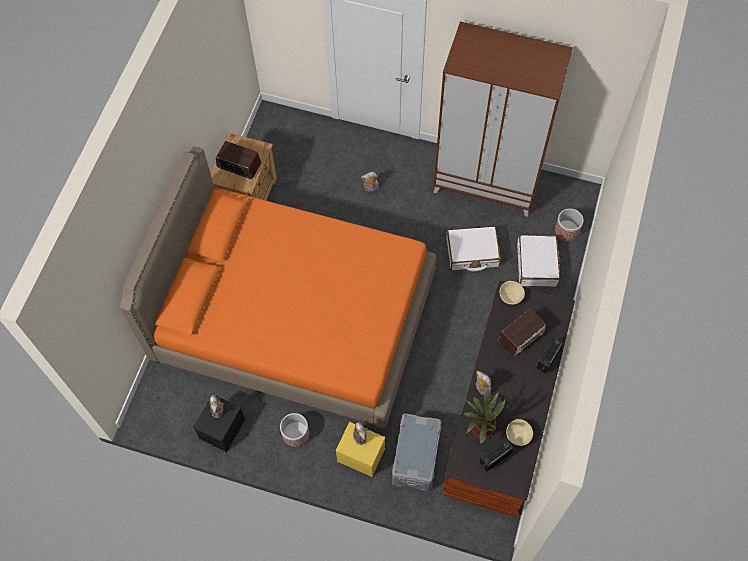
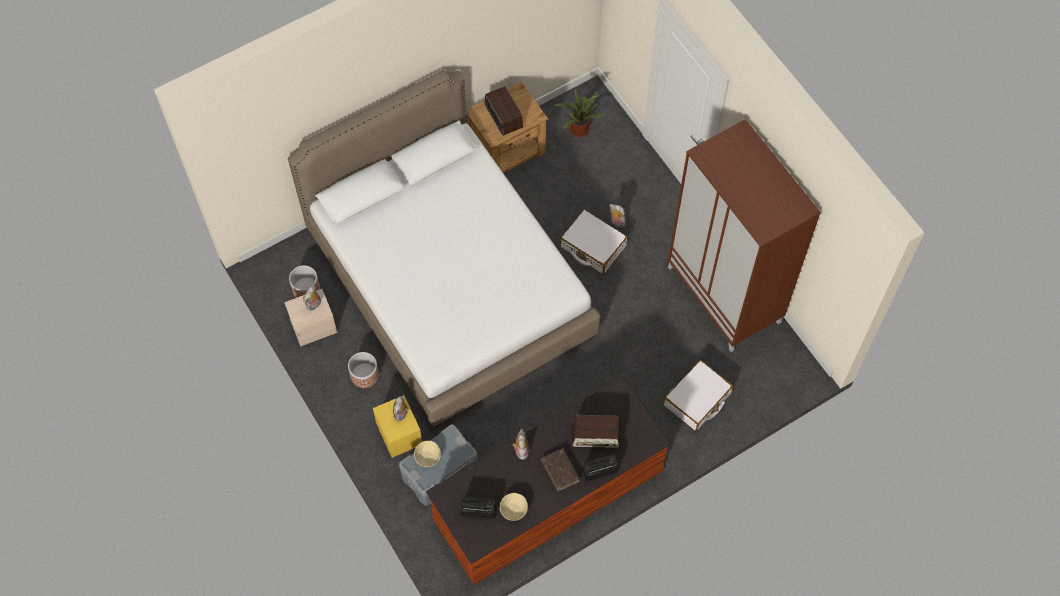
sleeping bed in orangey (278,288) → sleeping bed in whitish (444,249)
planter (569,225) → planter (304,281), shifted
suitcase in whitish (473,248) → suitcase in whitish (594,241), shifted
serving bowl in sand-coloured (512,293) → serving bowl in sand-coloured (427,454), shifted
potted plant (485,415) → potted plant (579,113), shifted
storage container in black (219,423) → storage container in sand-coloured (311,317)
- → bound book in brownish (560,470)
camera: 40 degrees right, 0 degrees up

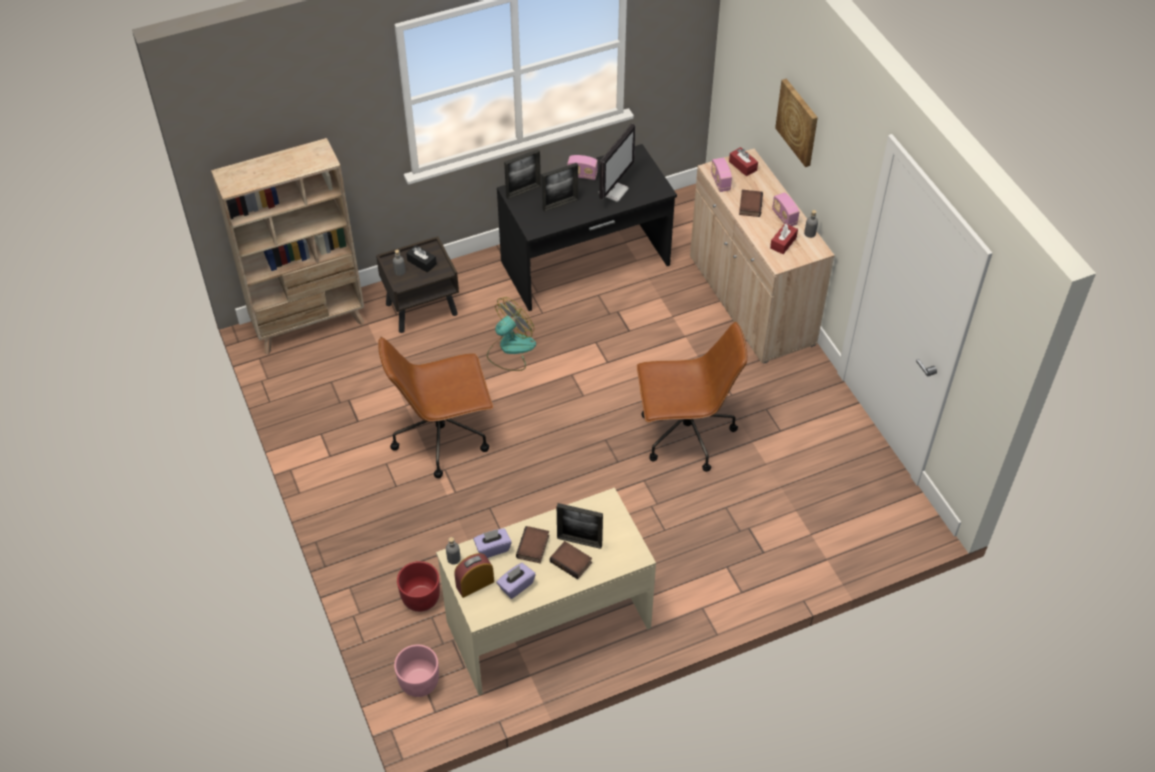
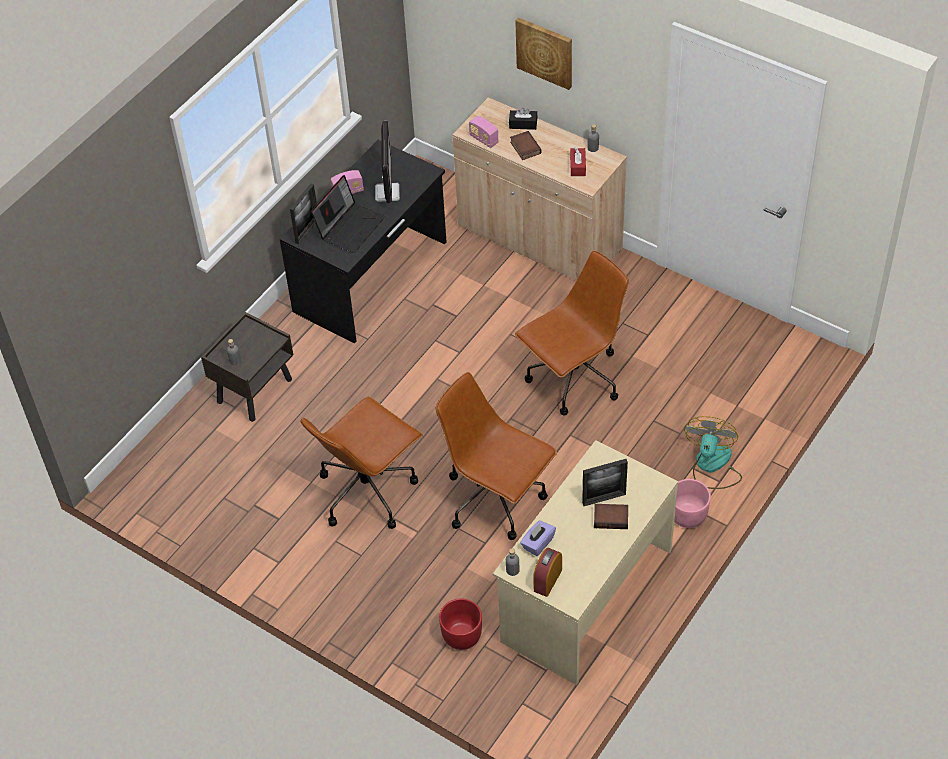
bookcase in sand-coloured (288,246) → -
tissue holder in red (743,161) → -
picture frame (560,187) → portable computer (348,214)
radio set (786,209) → -
tissue holder in black (421,259) → tissue holder in black (523,119), shifted
cooling fan (511,334) → cooling fan (713,452), shifted
bound book (532,544) → -
tissue holder in purple-coloured (516,581) → -
planter in pinkish (416,671) → planter in pinkish (692,503), shifted
- → office chair in brownish (496,456)
camera: 30 degrees left, 0 degrees up

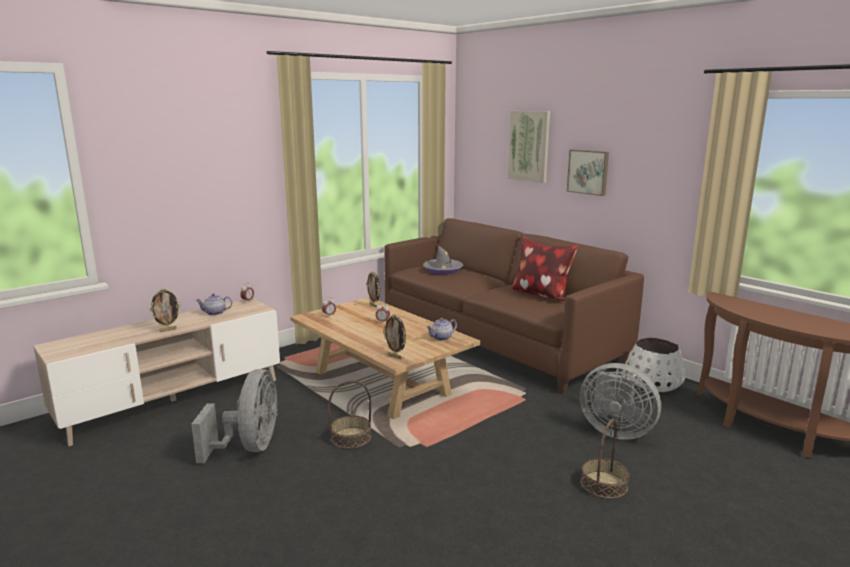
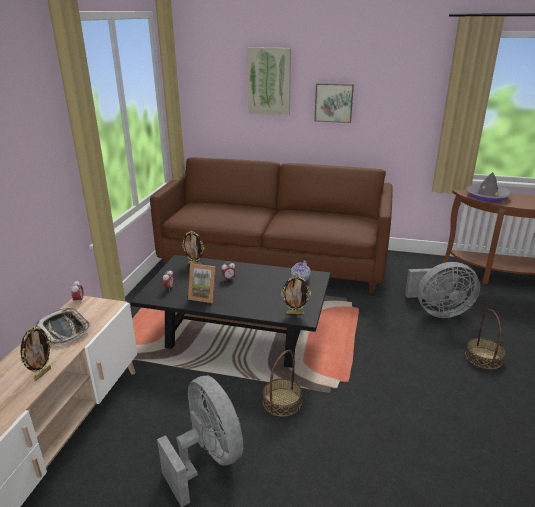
cushion (544,269) → -
wearable hat in grey (443,259) → wearable hat in grey (488,187), shifted
teapot (214,304) → serving tray (63,326)
lounge table in sand-coloured (385,358) → lounge table in black (231,311)
planter in whitish (654,365) → -
- → picture frame (202,283)
camera: 35 degrees left, 10 degrees up

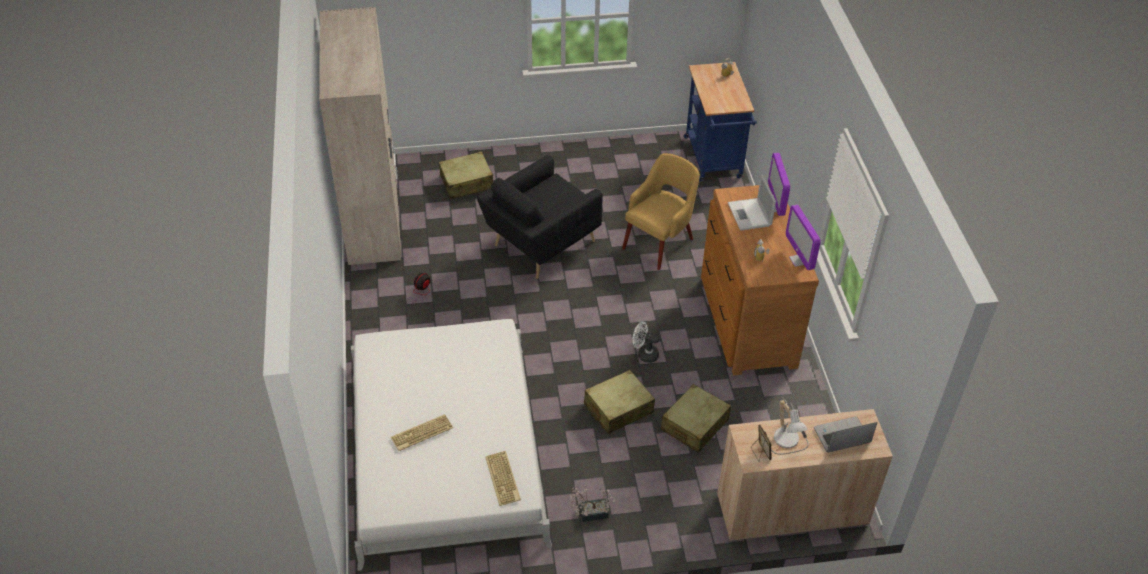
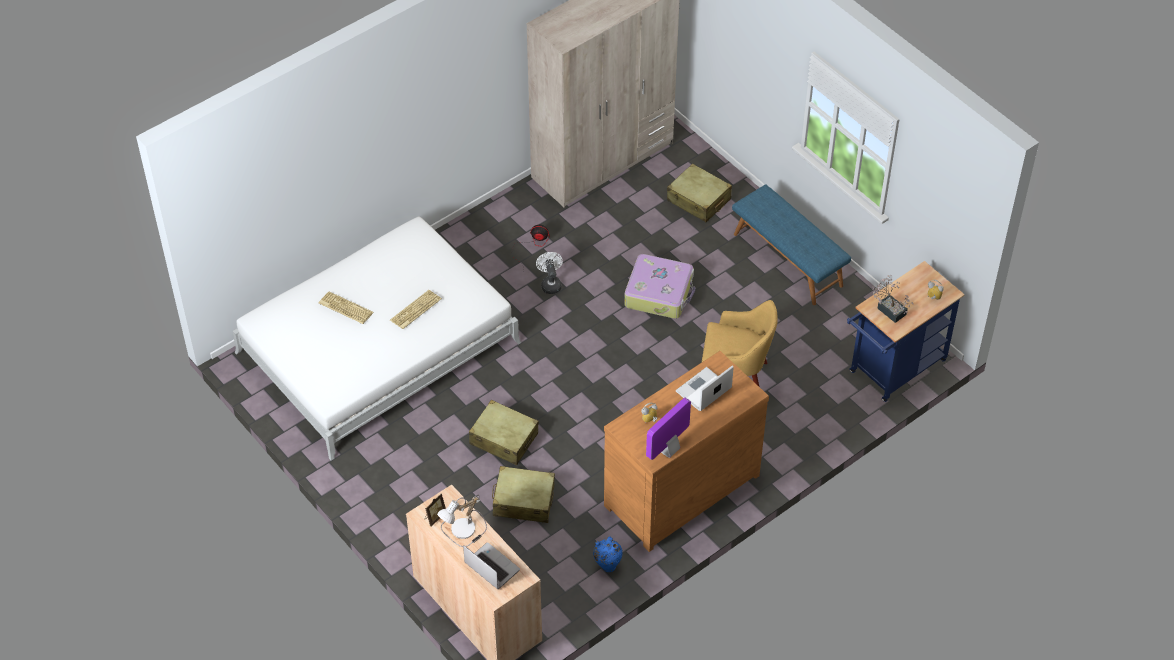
computer display (779,184) → -
lounge chair in black (540,217) → suitcase (659,286)
cooling fan in whitish (645,342) → cooling fan in whitish (549,273), shifted
computer keyboard (503,478) → computer keyboard (416,309), shifted
potted plant (592,503) → potted plant (893,299), shifted
- → bench in bluish (791,245)
- → flower vase in bluish (608,554)
camera: 60 degrees right, 5 degrees up

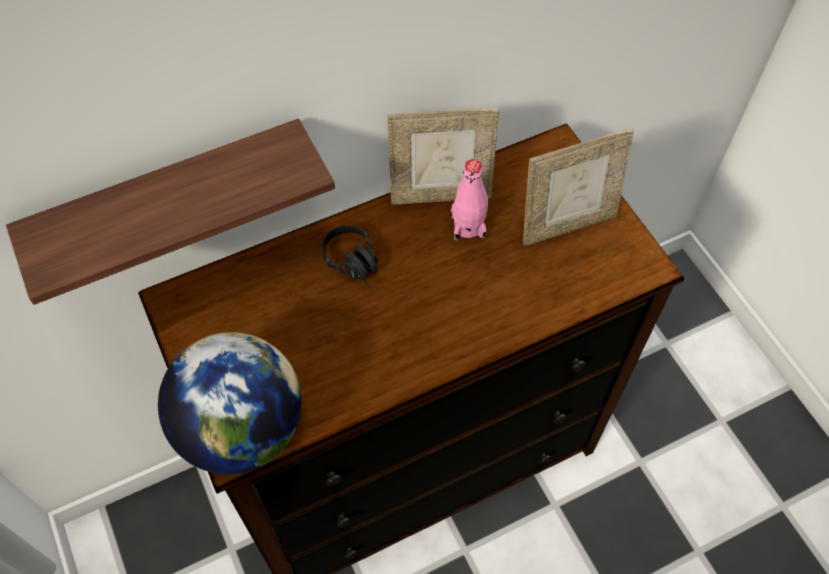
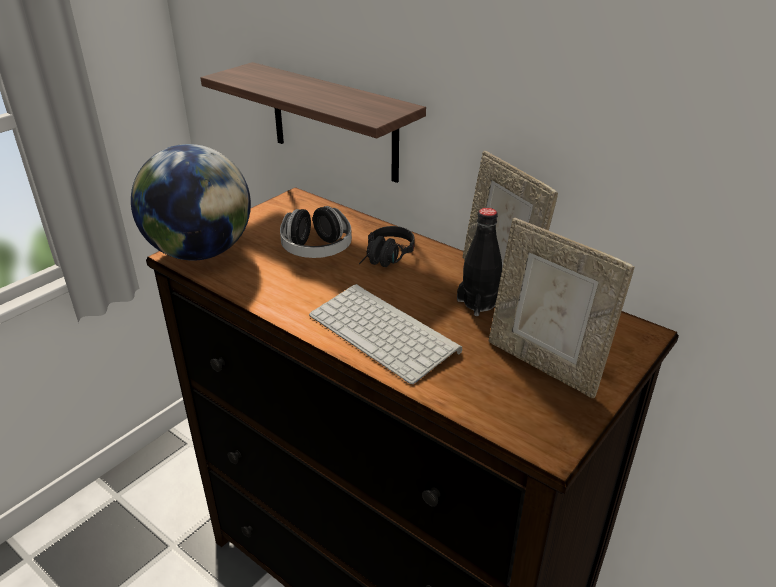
drink bottle in pinkish (469,199) → drink bottle in black (479,262)
- → headphones (316,232)
- → computer keyboard (386,334)
camera: 65 degrees right, 25 degrees down

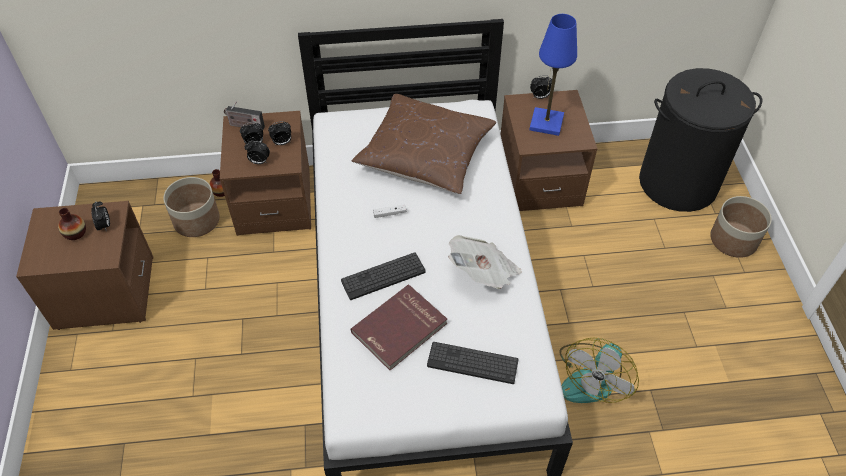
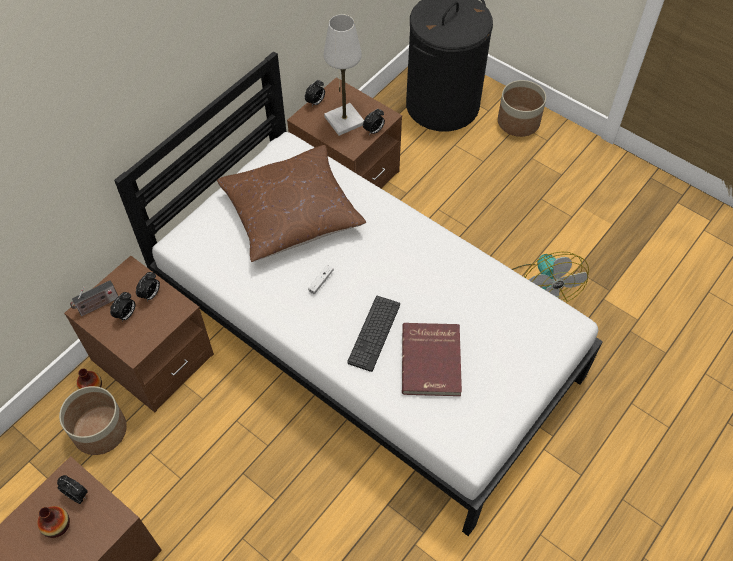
lamp for a table in bluish (553,75) → lamp for a table in whitish (344,75)
bedside clock (257,152) → bedside clock (374,122), shifted
daily paper (485,262) → -
computer keyboard (473,363) → -
camera: 45 degrees left, 5 degrees up

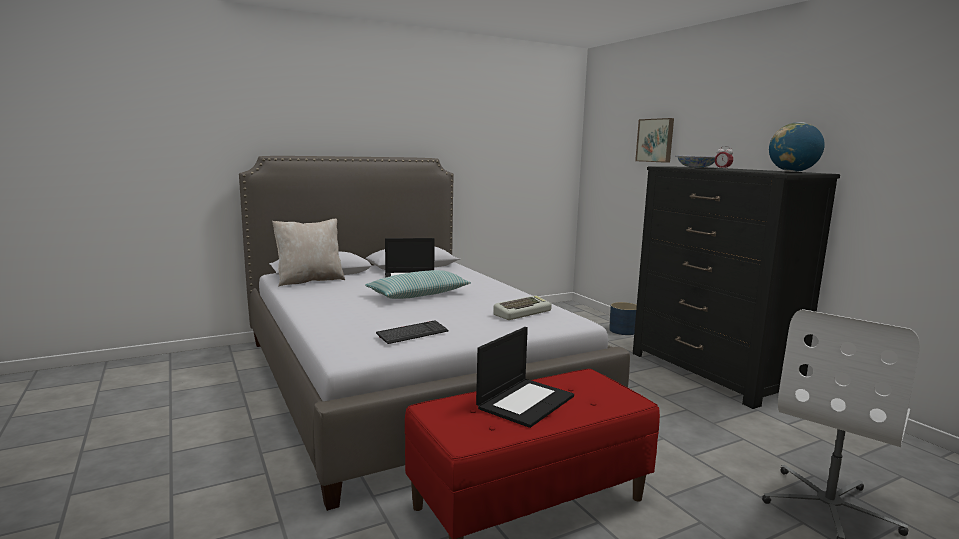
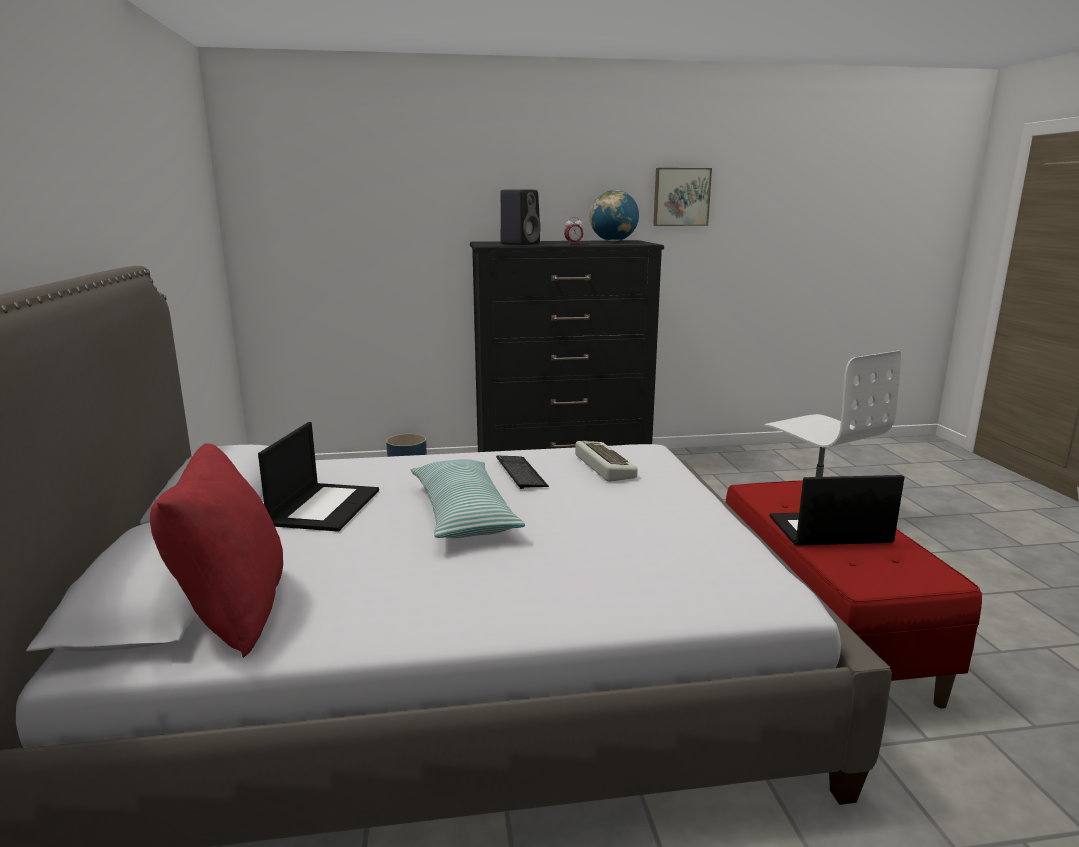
picture (654,140) → picture (682,197), shifted
serving bowl (695,162) → loudspeaker in black (520,217)
cushion in sand-coloured (308,253) → cushion in red (216,551)
computer keyboard (412,332) → computer keyboard (522,472), shifted
portable computer (525,377) → portable computer (837,510), 60 degrees counterclockwise
camera: 70 degrees left, 5 degrees up

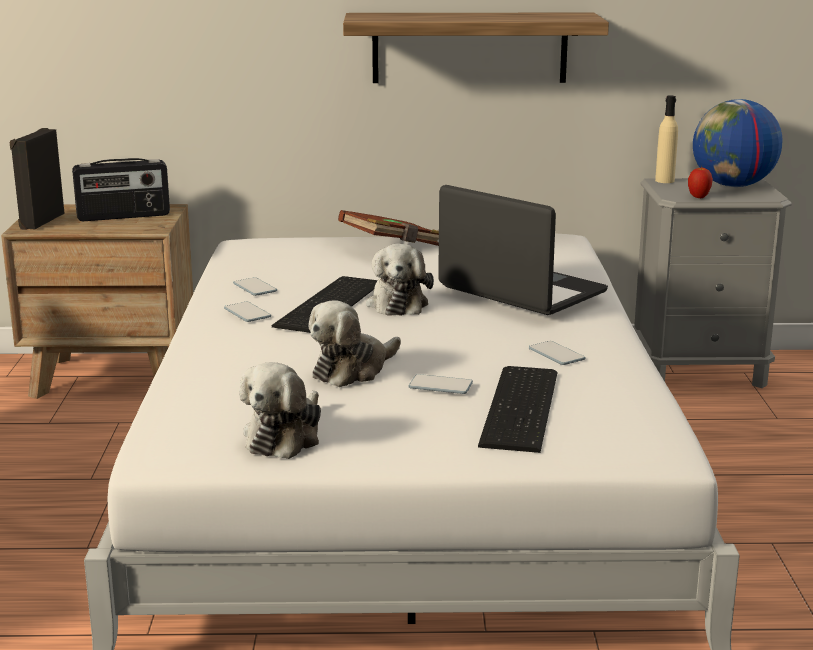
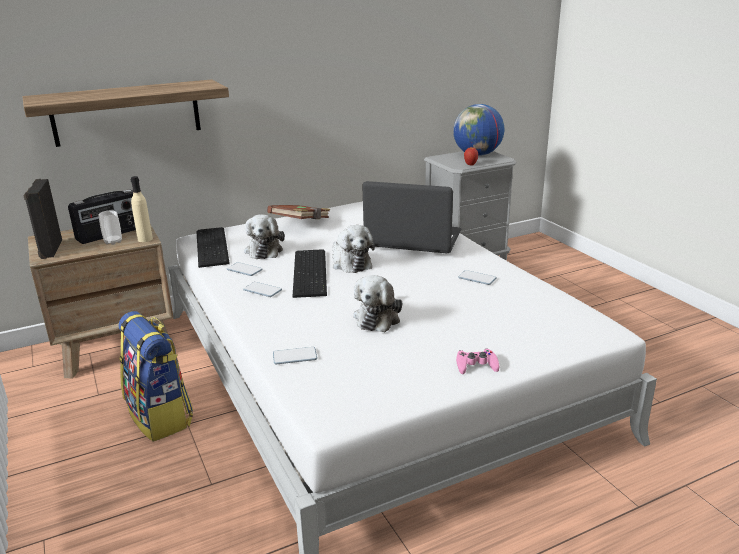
wall shelf (476,48) → wall shelf (126,113), shifted
drink bottle in sand-coloured (666,139) → drink bottle in sand-coloured (142,209), shifted
cuddly toy (280,410) → cuddly toy (264,236), shifted
computer keyboard (518,409) → computer keyboard (213,247), shifted
telephone (440,384) → telephone (295,355), shifted
- → drinking cup (110,227)
- → rucksack (155,376)
- → game controller in pinkish (477,361)
camera: 25 degrees left, 5 degrees up

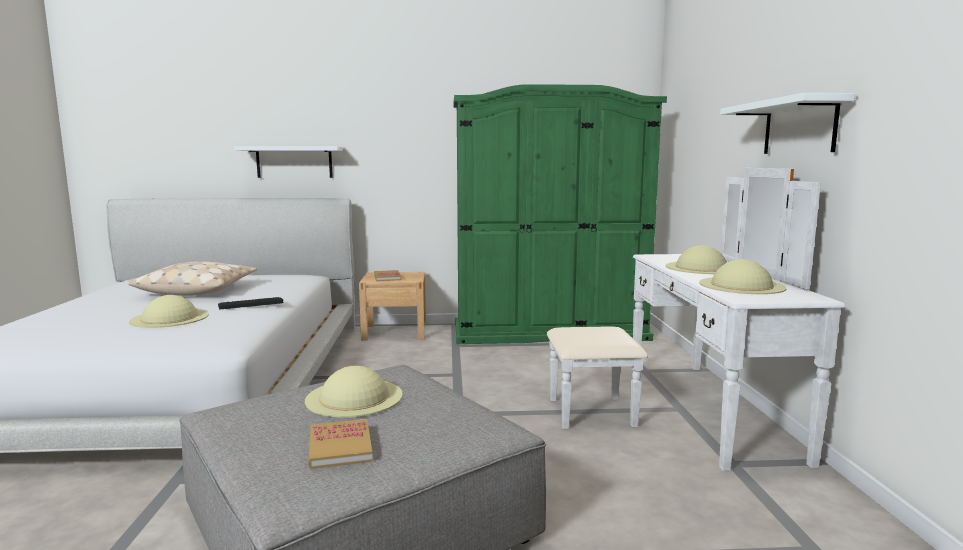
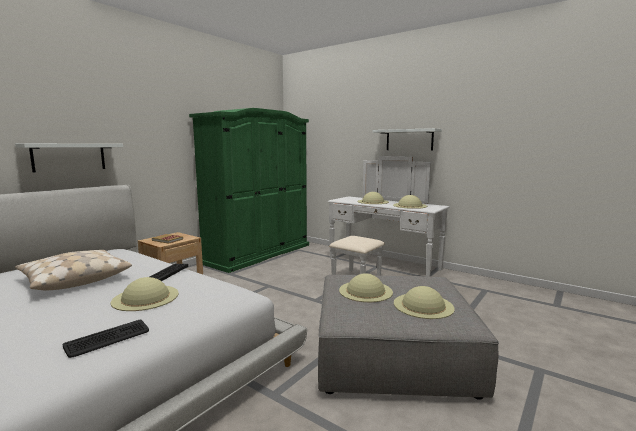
bound book (341,444) → wearable hat in sand-coloured (424,302)
- → computer keyboard (106,338)
camera: 50 degrees left, 0 degrees up

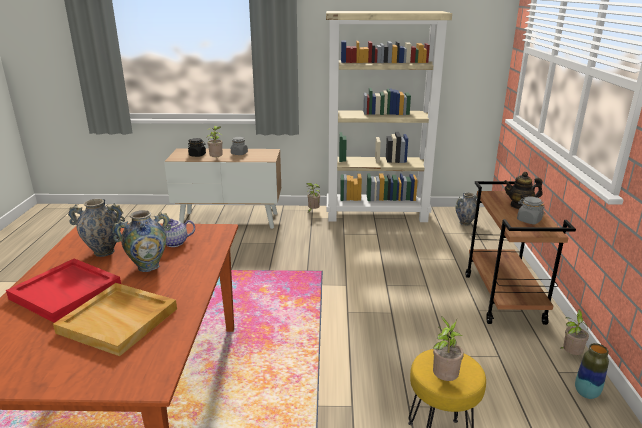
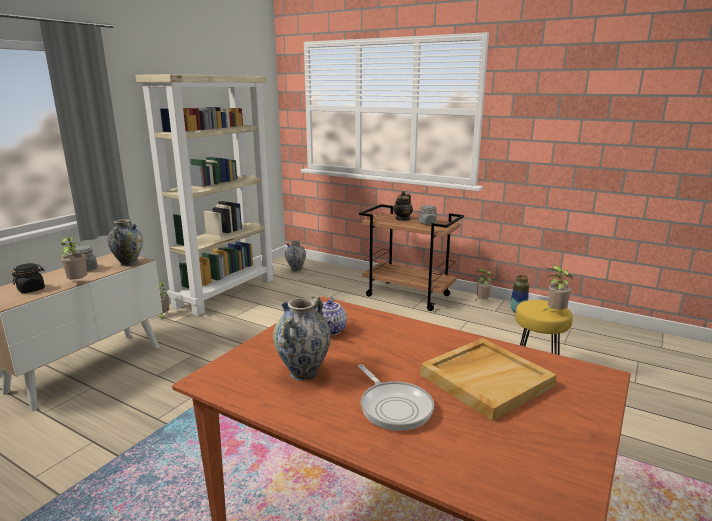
flower vase (141,241) → flower vase (125,242), shifted
serving tray in red (63,291) → pan (396,397)
camera: 60 degrees left, 5 degrees down

